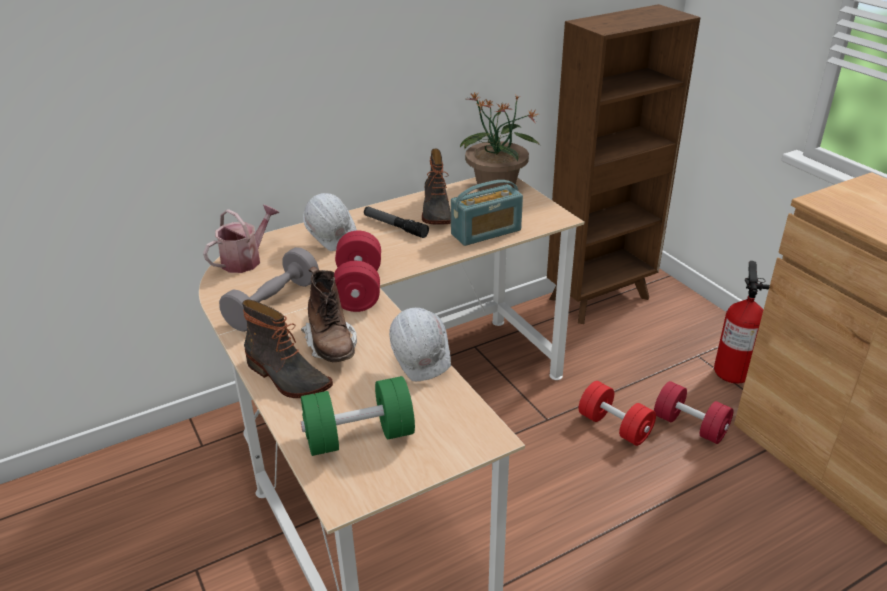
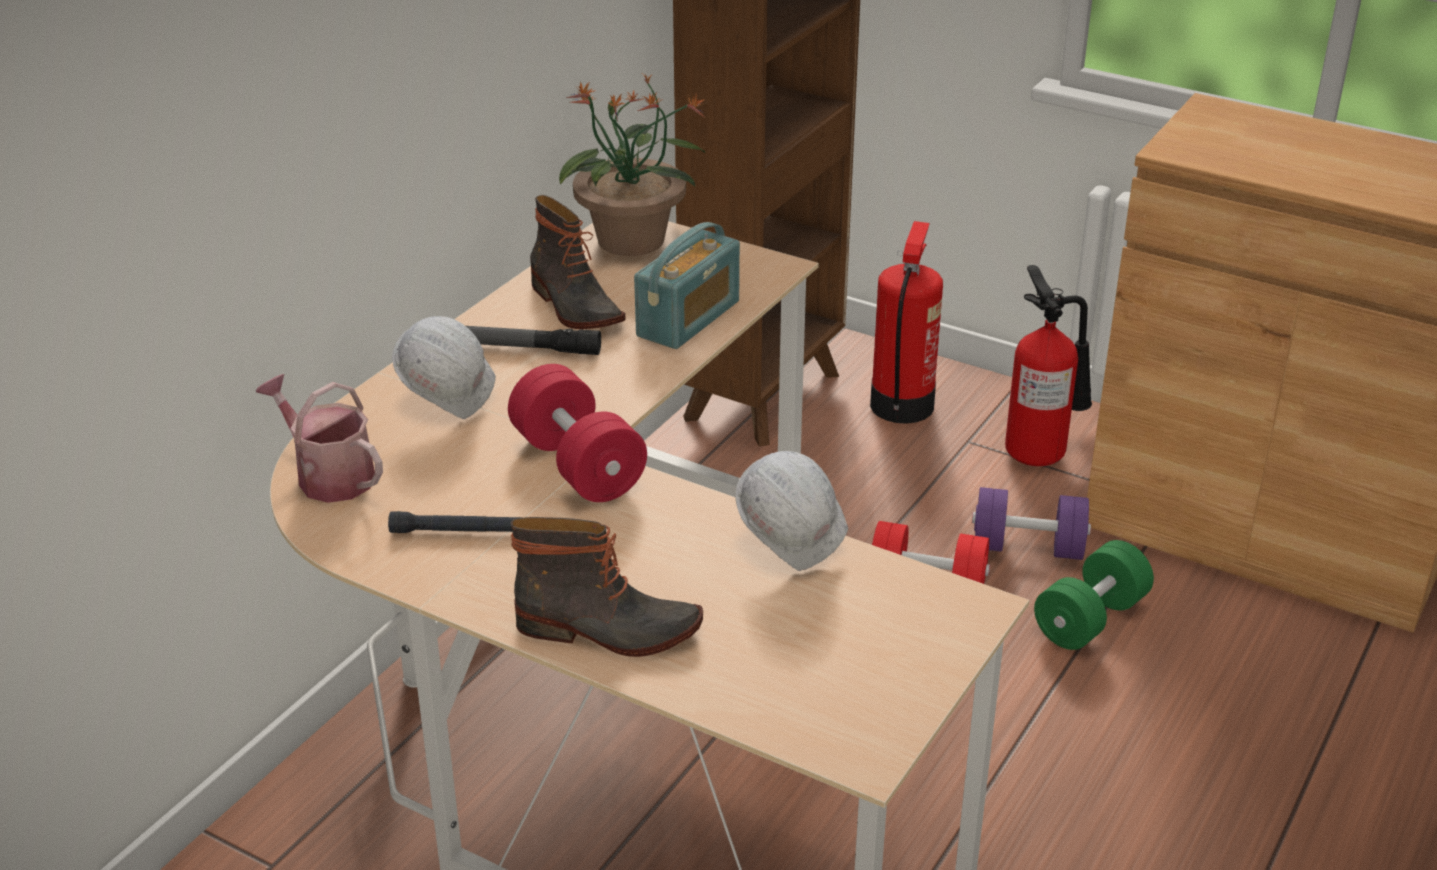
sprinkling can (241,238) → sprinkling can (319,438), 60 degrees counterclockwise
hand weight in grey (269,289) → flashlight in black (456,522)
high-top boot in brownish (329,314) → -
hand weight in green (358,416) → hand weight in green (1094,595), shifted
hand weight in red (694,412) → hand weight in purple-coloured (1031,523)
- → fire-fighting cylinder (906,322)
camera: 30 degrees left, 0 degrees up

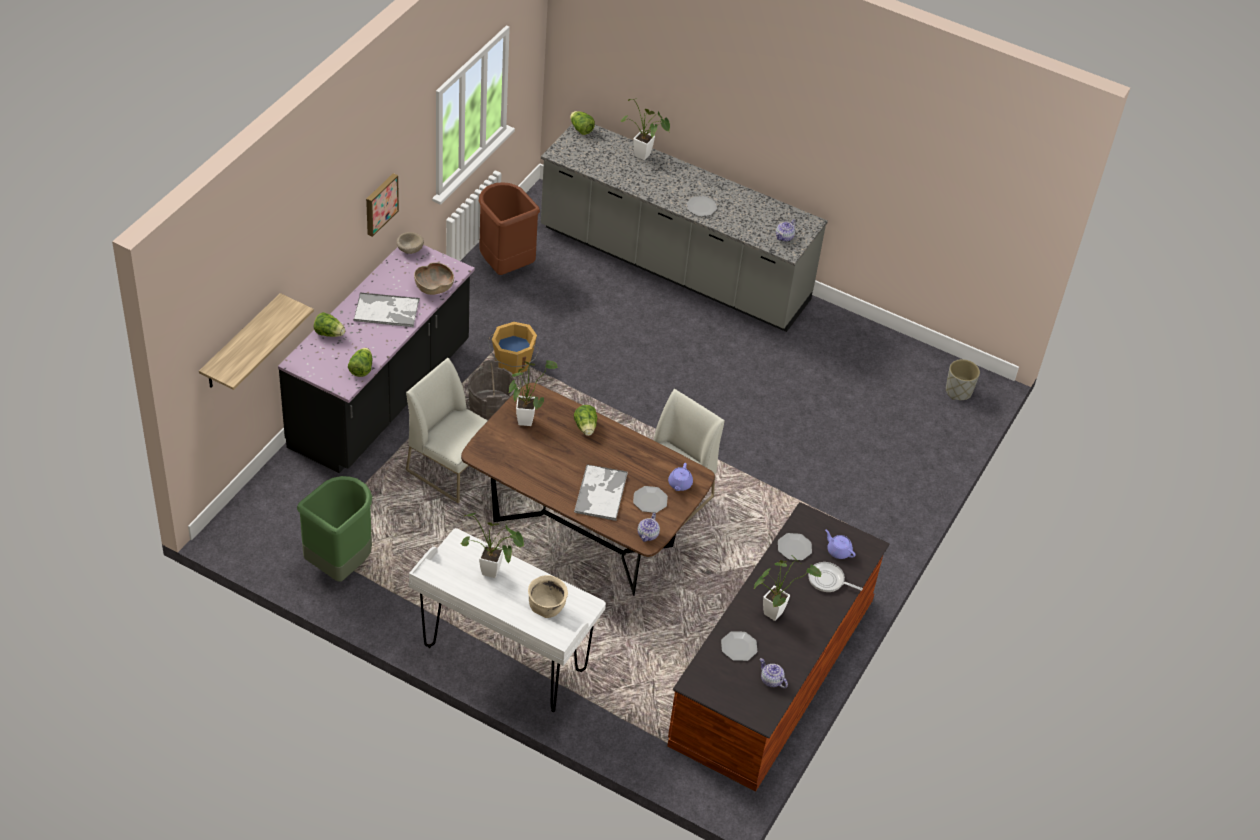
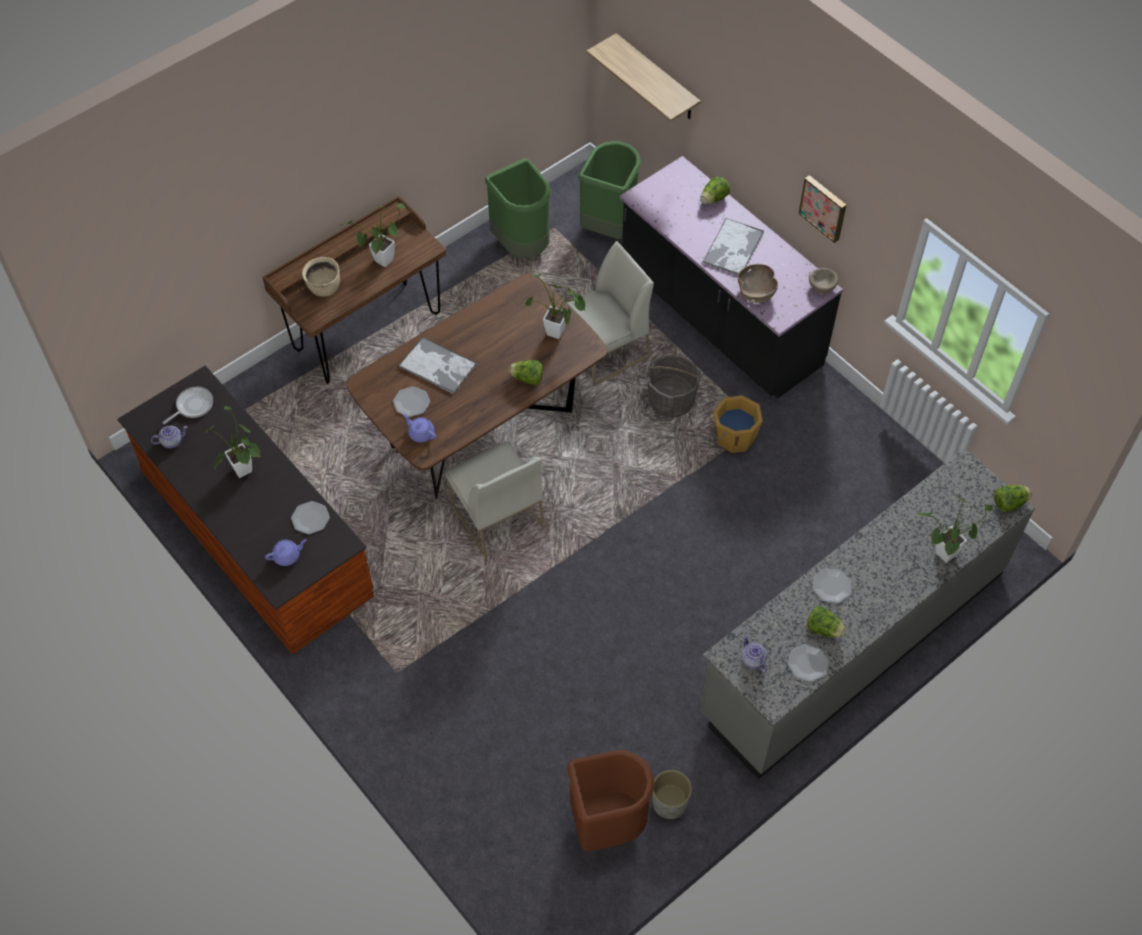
waste bin in brownish (509,228) → waste bin in brownish (610,801), shifted
head of lettuce (360,362) → head of lettuce (826,622), shifted
planter in grey (963,379) → planter in grey (672,794), shifted
teapot (649,527) → -
desk unit in whitish (507,620) → desk unit in brownish (354,290)
pan (835,577) → pan (188,405), shifted
dinner plate (739,646) → dinner plate (808,663), shifted
- → waste bin in green (609,190)
camera: 115 degrees right, 10 degrees up

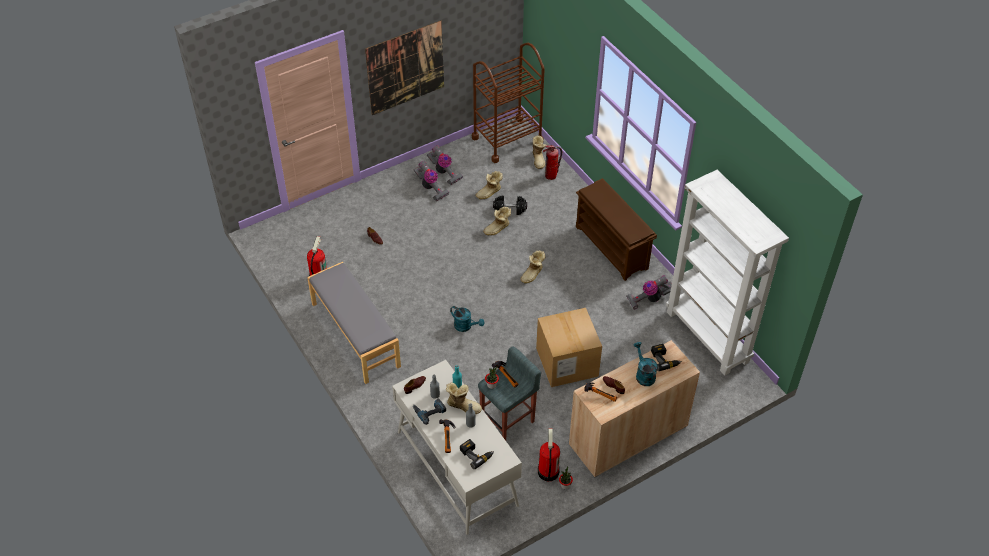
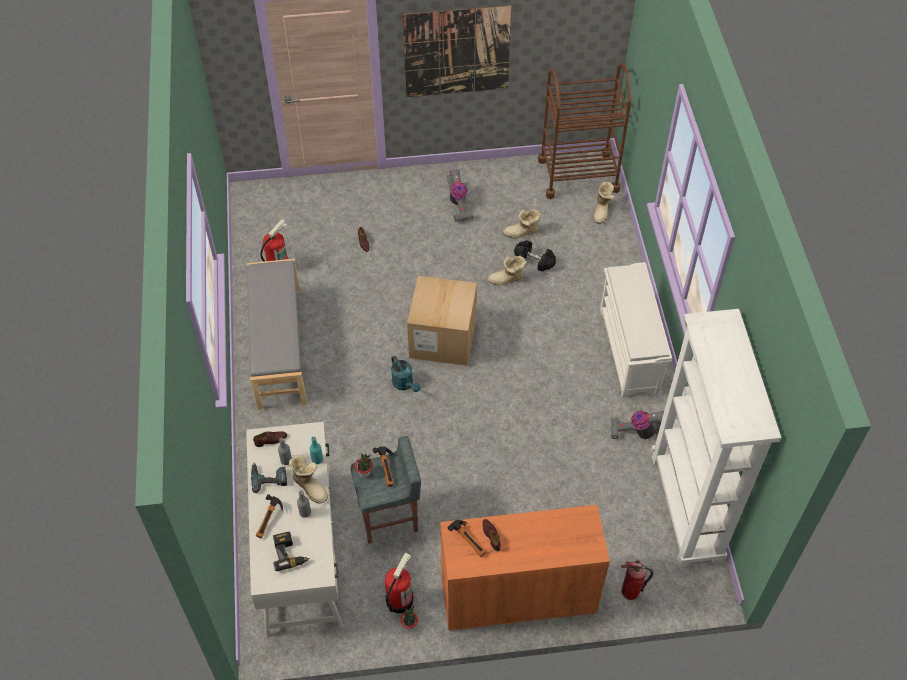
vacuum cleaner (445,165) → -
fire-fighting cylinder (552,162) → fire-fighting cylinder (637,580), shifted
shoe stand in brownish (616,229) → shoe stand in whitish (636,330)
high-top boot (533,267) → -
packing box (569,347) → packing box (442,321), shifted
cabinet in sand-coloured (634,408) → cabinet in orangey (525,568)
sprinkling can in turquoise (646,364) → -
electric drill (666,357) → -
camera: 25 degrees right, 5 degrees up

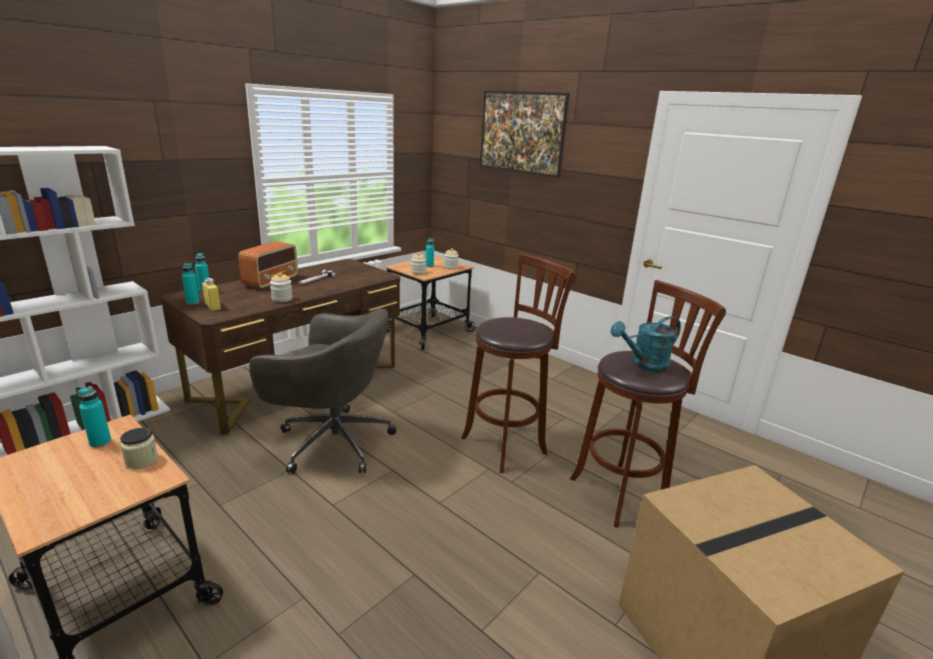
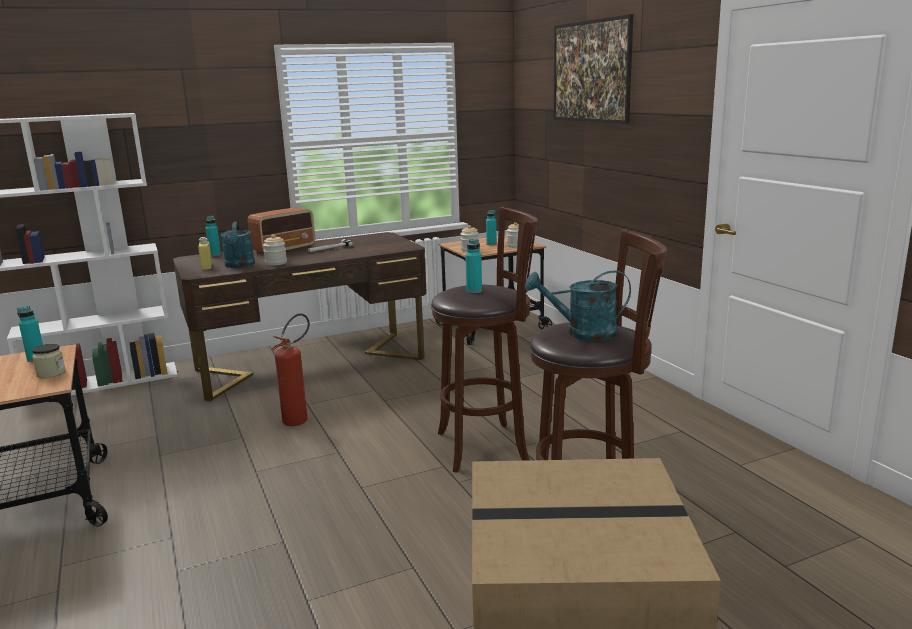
drink bottle in turquoise (191,284) → drink bottle in turquoise (473,266), shifted
office chair in grey (323,390) → fire-fighting cylinder (290,369)
- → sprinkling can in turquoise (238,245)
camera: 25 degrees right, 5 degrees down

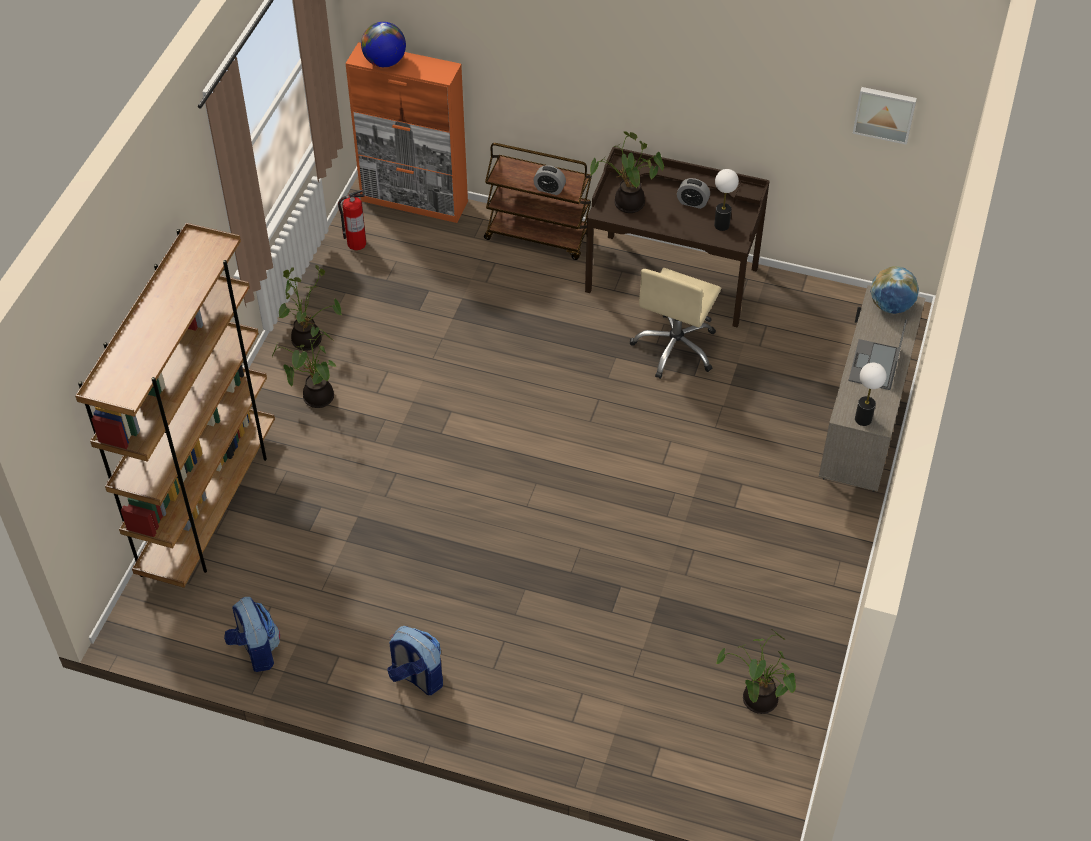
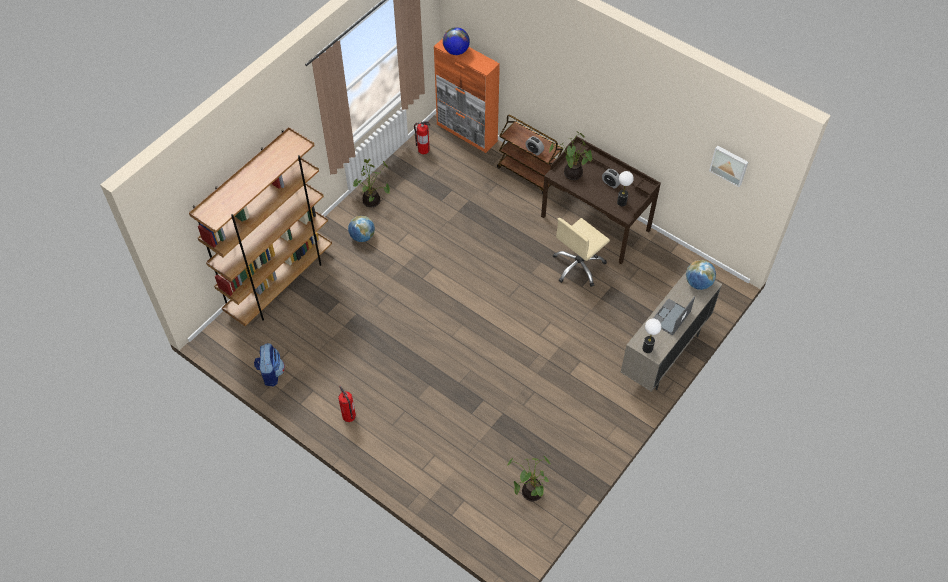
potted plant (304,369) → world globe (361,229)
rucksack (415,660) → fire-fighting cylinder (347,404)
camera: 20 degrees right, 5 degrees up

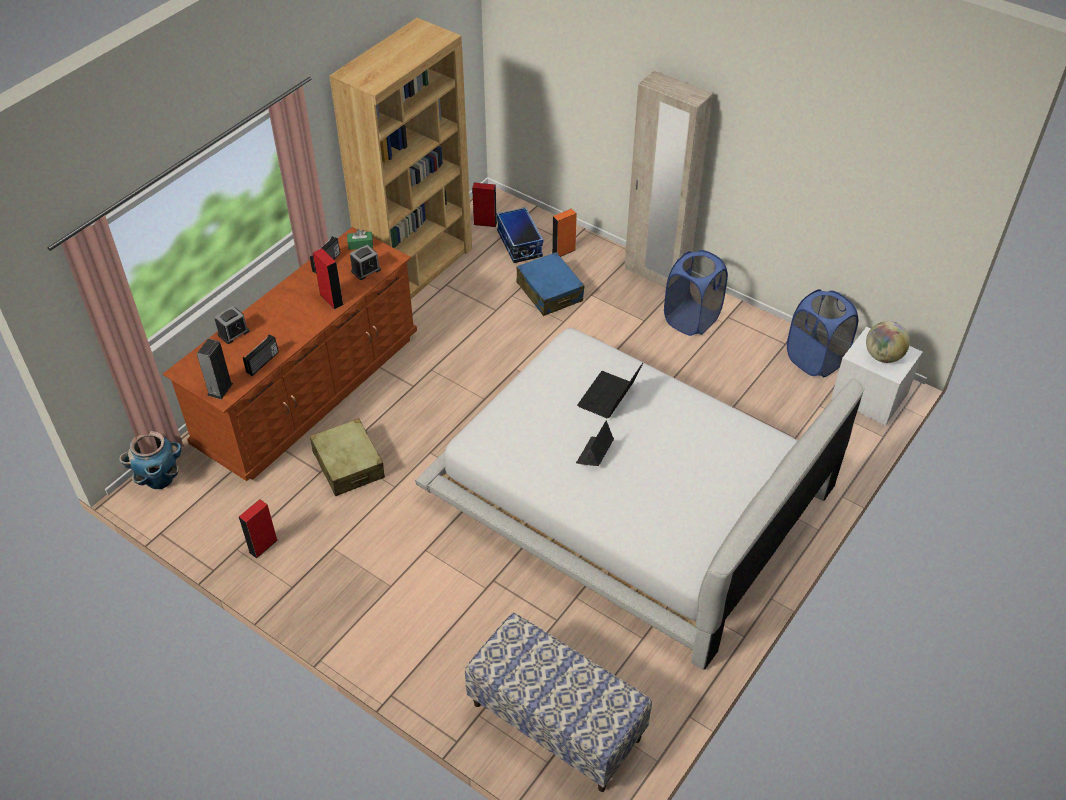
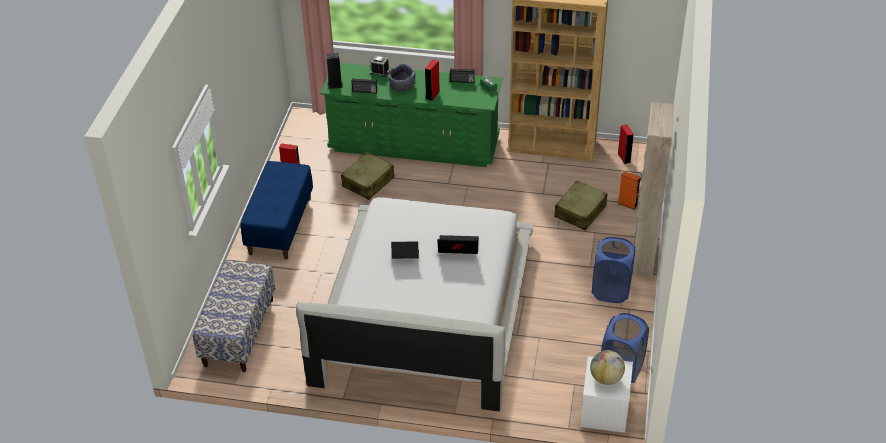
storage container (520,235) → -
dresser in brownish (290,354) → dresser in green (411,115)
bedside clock (365,262) → -
suitcase in bluish (550,284) → suitcase in sand-coloured (580,205)
planter (150,460) → -
- → serving bowl in grey (402,77)
- → bench in bluish (277,210)
camera: 65 degrees right, 5 degrees down

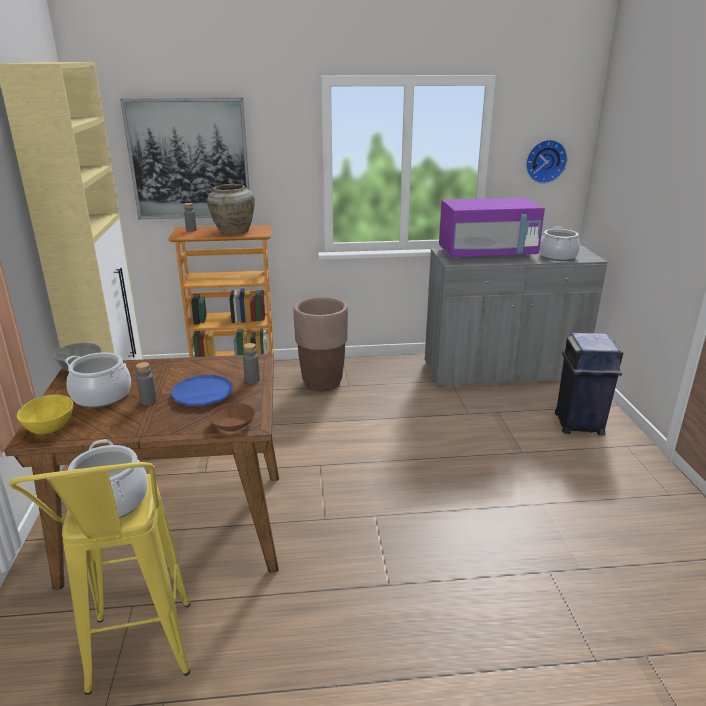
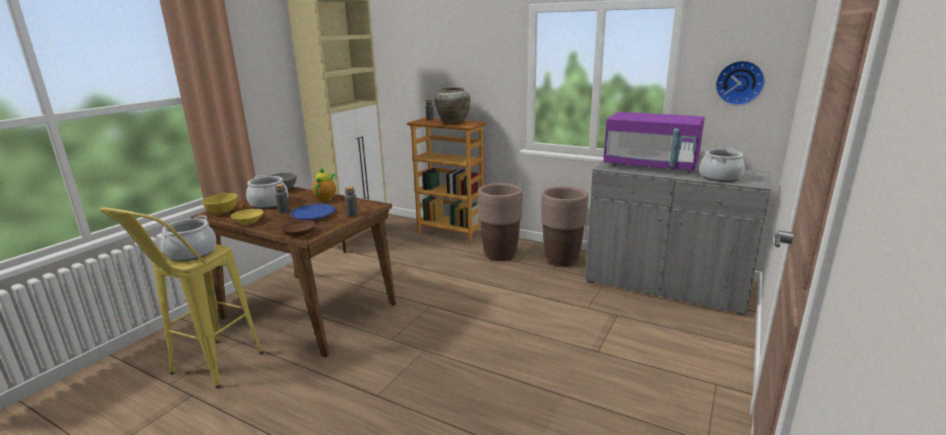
picture (185,158) → -
waste bin in bluish (589,384) → -
- → teapot (324,184)
- → planter in brownish (564,226)
- → serving bowl in yellowish (247,216)
camera: 35 degrees right, 5 degrees down

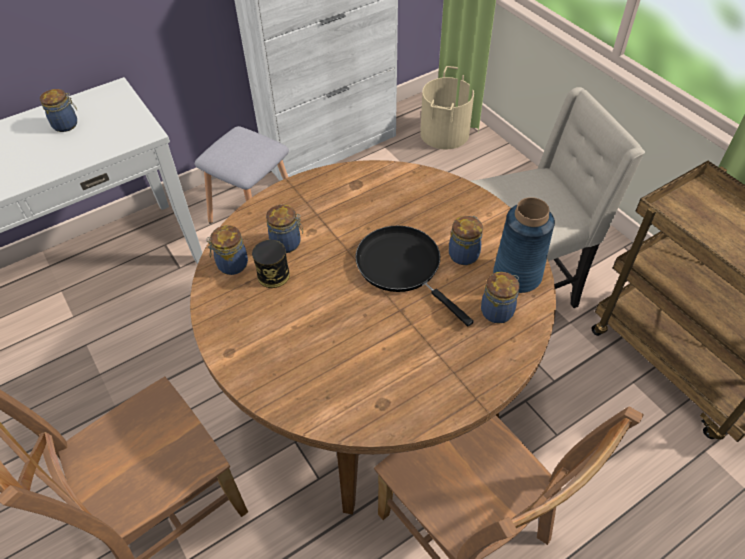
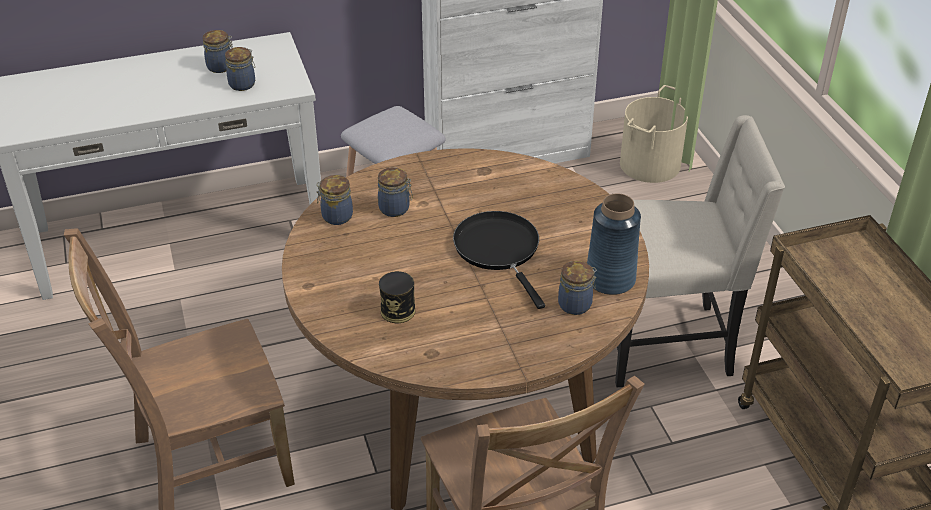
storage jar (466,240) → storage jar (240,69), shifted
metal can (271,264) → metal can (397,297), shifted
camera: 15 degrees right, 10 degrees down

